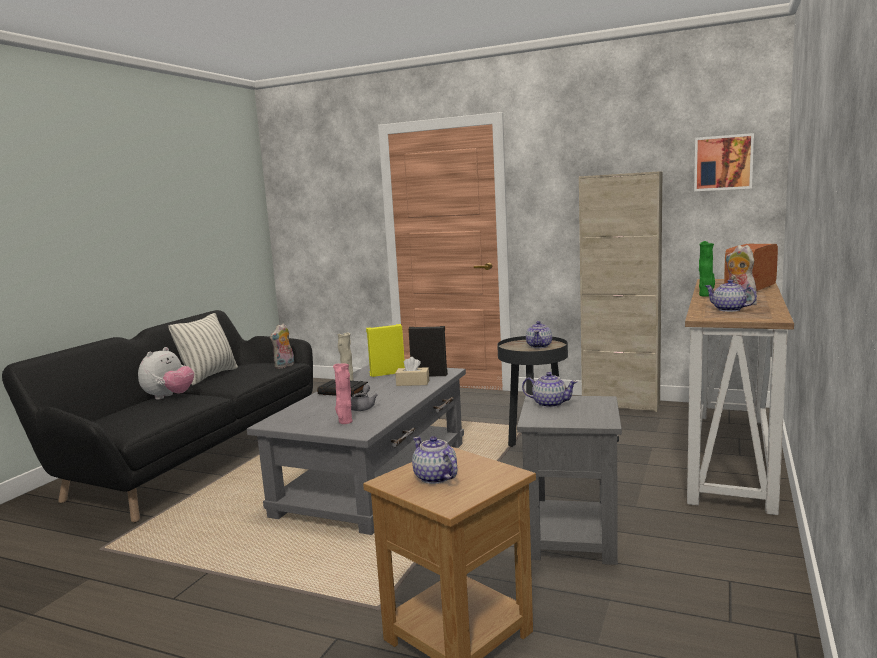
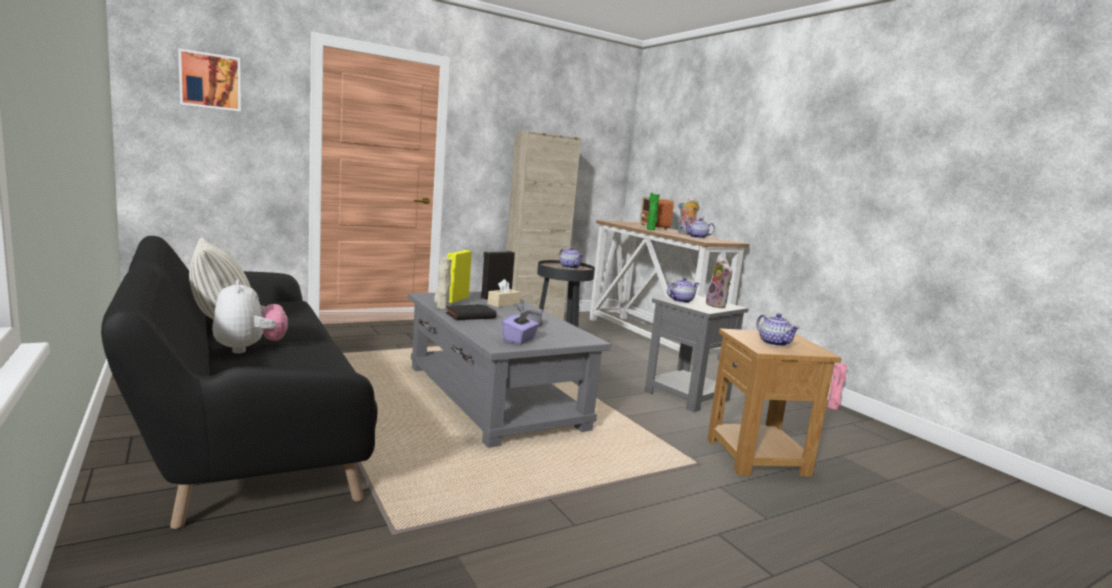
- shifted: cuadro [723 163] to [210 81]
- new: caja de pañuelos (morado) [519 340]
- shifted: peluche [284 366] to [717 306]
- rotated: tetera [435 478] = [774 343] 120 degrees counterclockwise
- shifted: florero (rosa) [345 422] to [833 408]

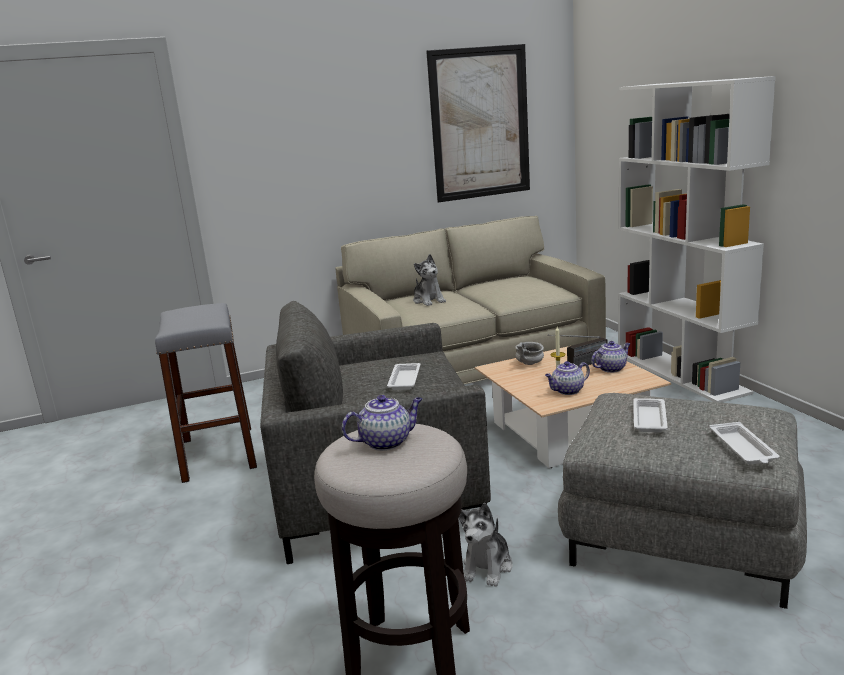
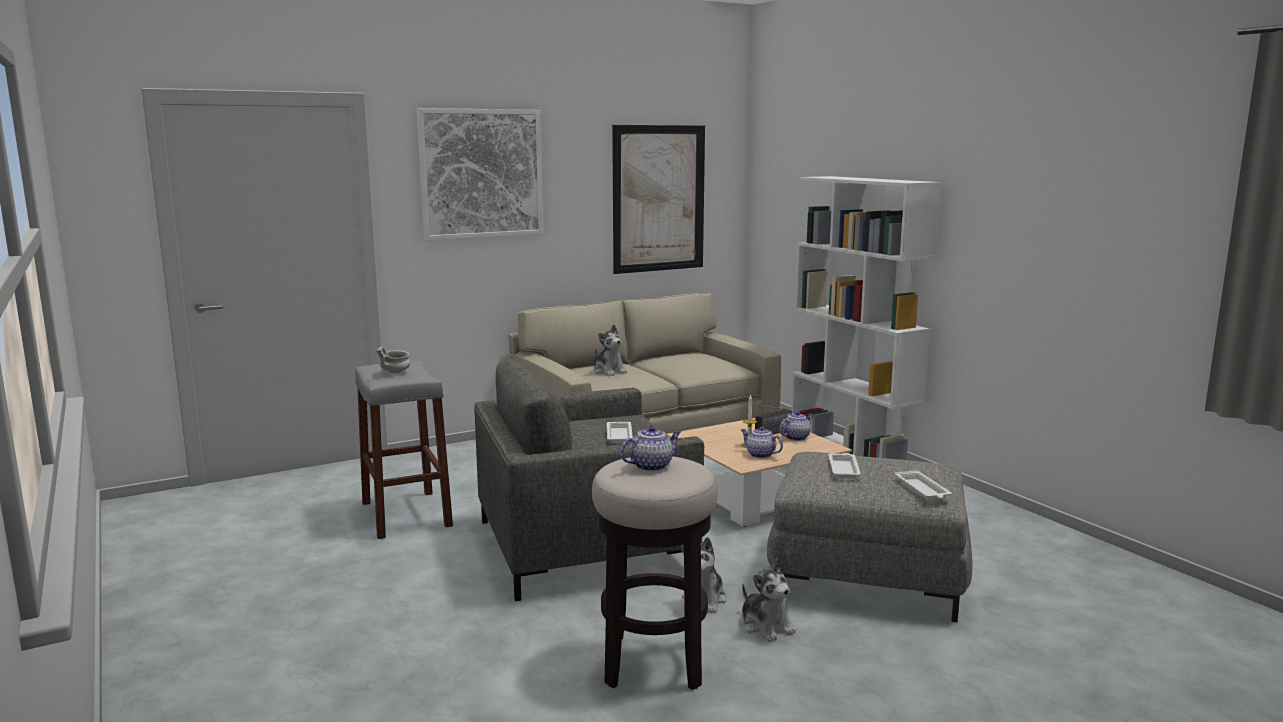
- shifted: cuenco (gris) [529 364] to [395 372]
- new: cuadro [481 174]
- rotated: tetera [567 391] = [760 454] 75 degrees clockwise
- new: peluche [766 626]

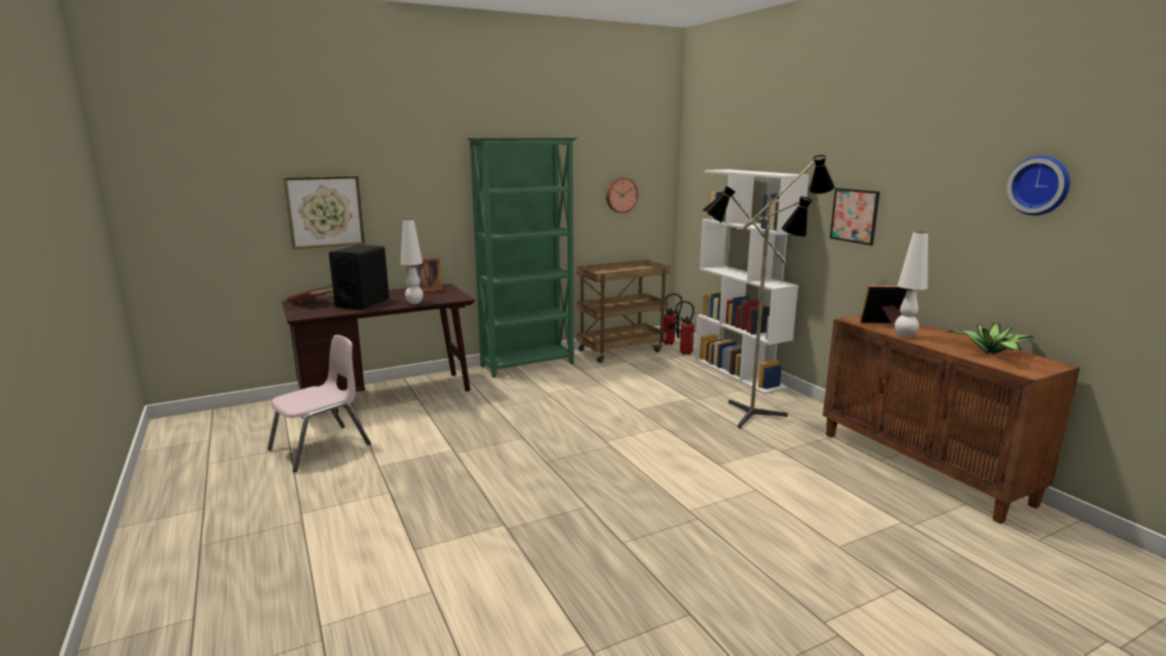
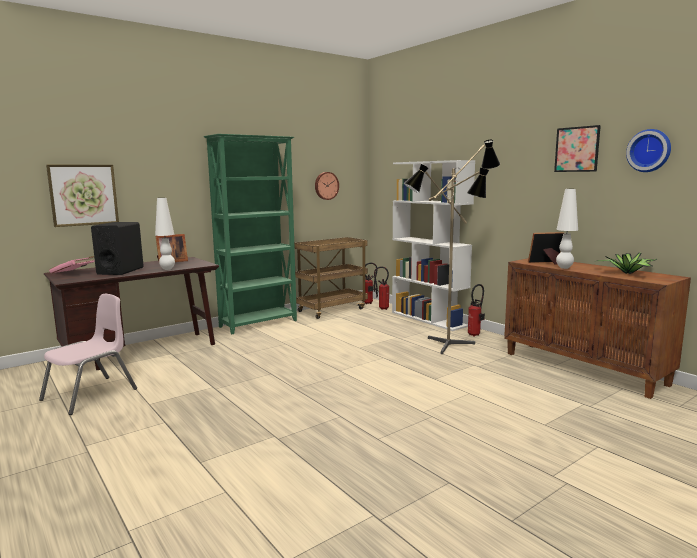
- repainted: libro (marrón) [312 303] to libro (rosa) [73 273]
- new: extintor [476 335]
- shifted: cuadro [854 216] to [577 149]

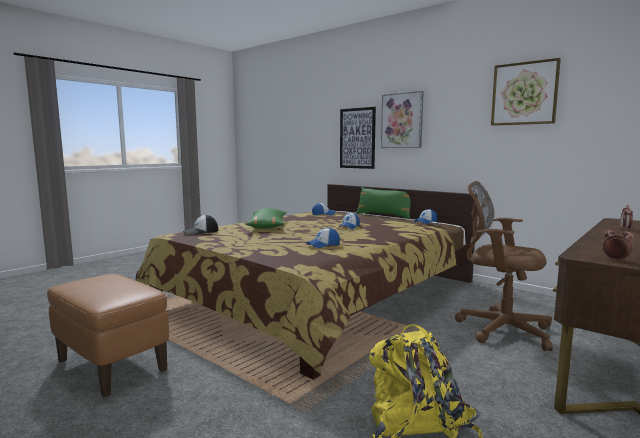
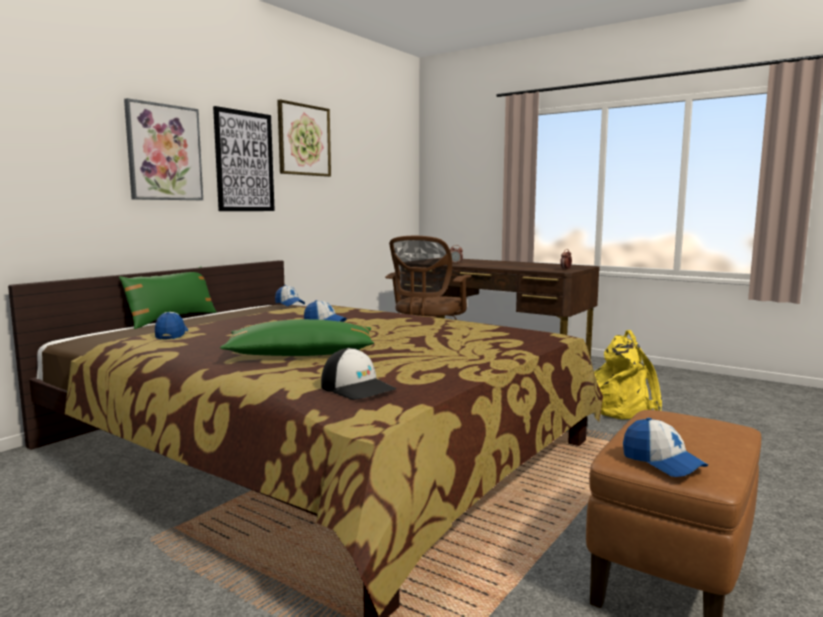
- shifted: cuadro [357 138] to [244 161]
- shifted: gorra [323 245] to [662 462]

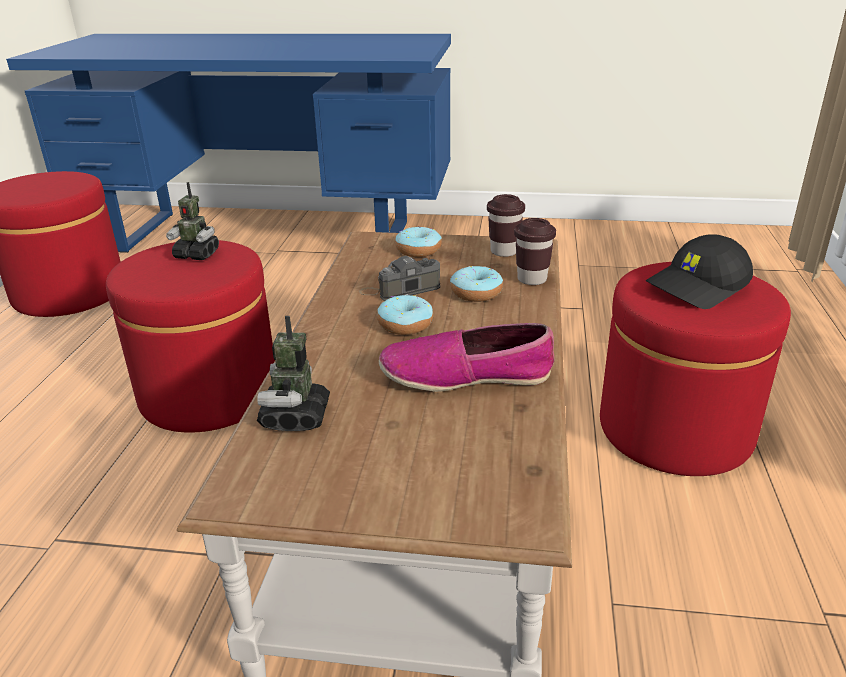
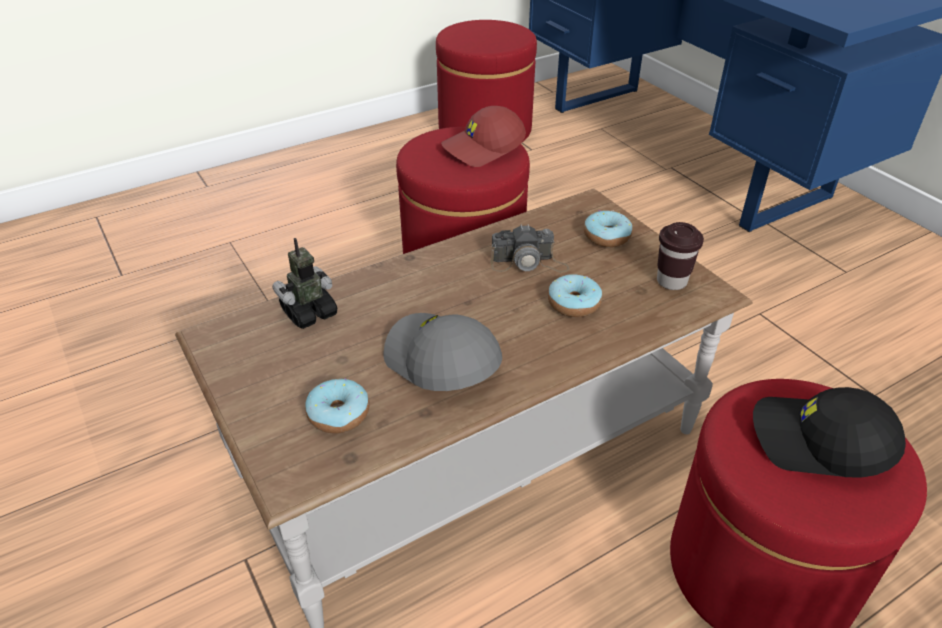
- shifted: rosquilla [405 324] to [339 414]
- swapped: zapato [466 375] to gorra (gris) [440 362]
- swapped: robot de juguete [197 254] to gorra (rojo) [483 149]
- rotated: cámara [400 289] = [529 263] 150 degrees clockwise
- gone: taza (marrón) [532 279]

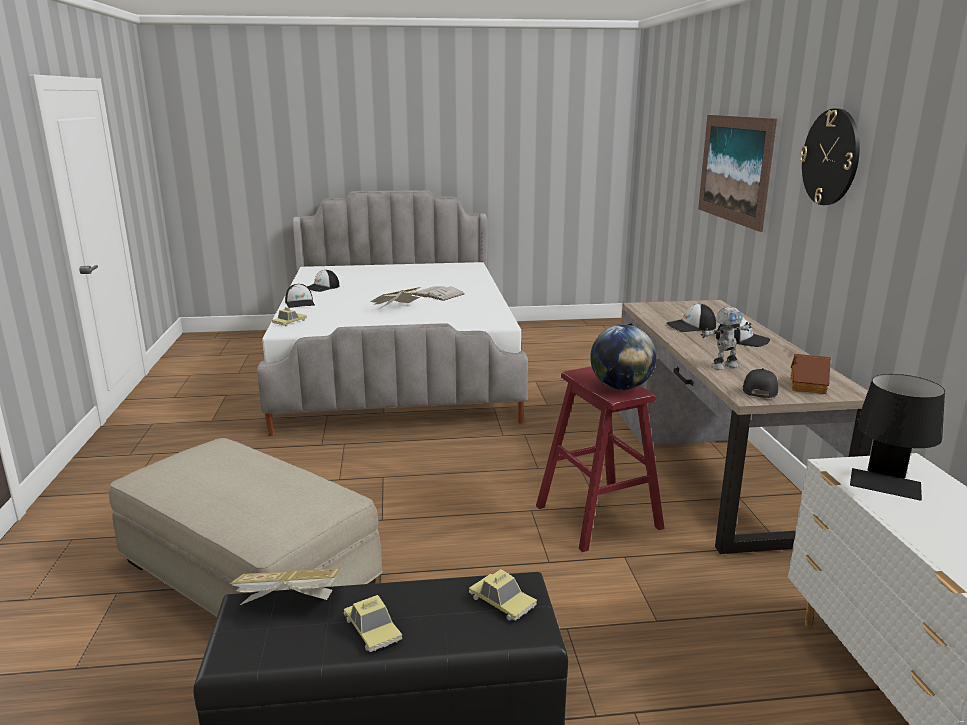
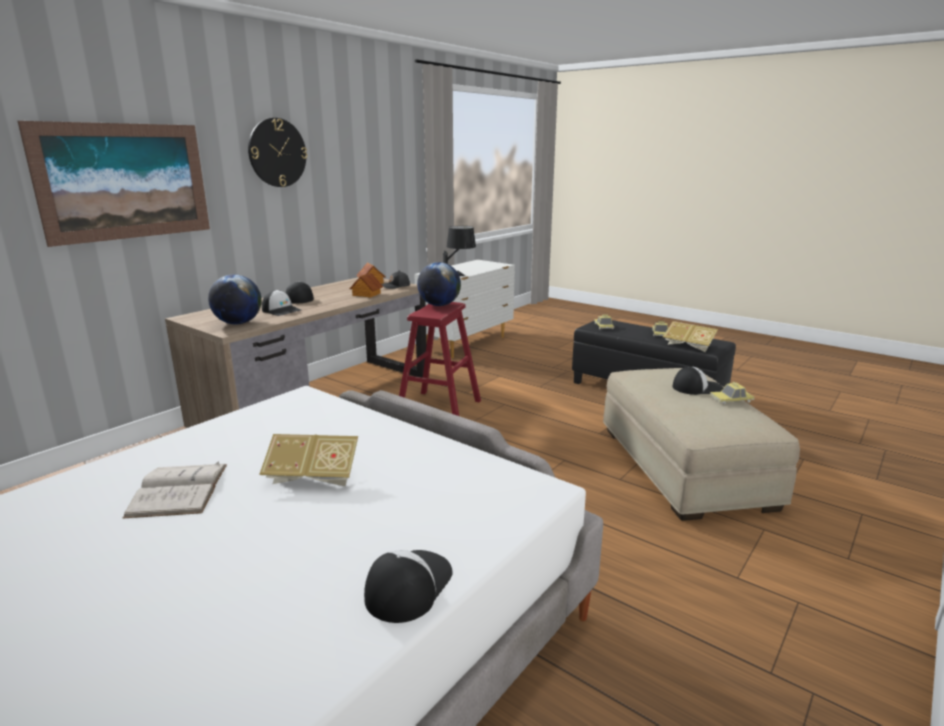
- new: globo terráqueo [238 323]
- swapped: robot de juguete [723 366] to casita [366 294]
- shifted: gorra [322 287] to [697 388]
- shifted: coche de juguete [290 322] to [731 399]

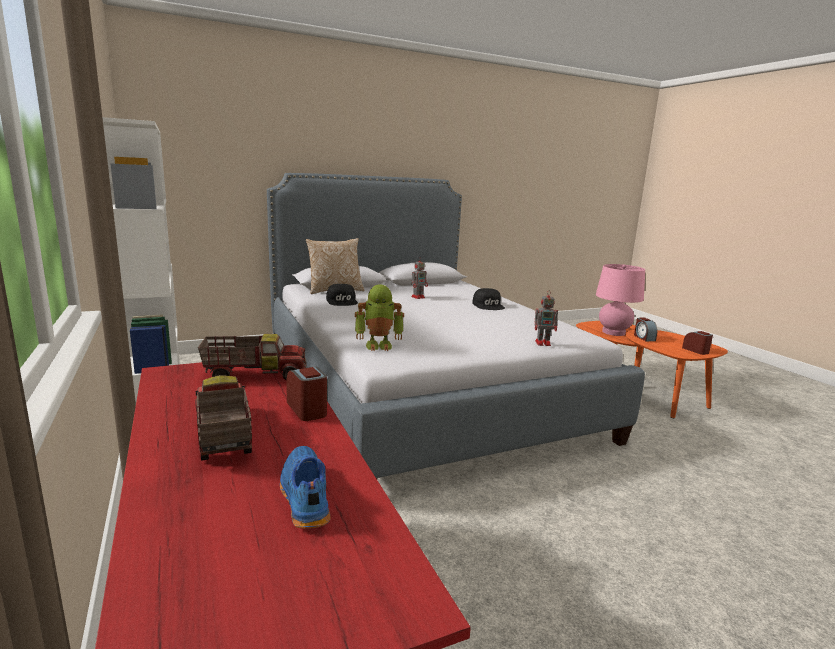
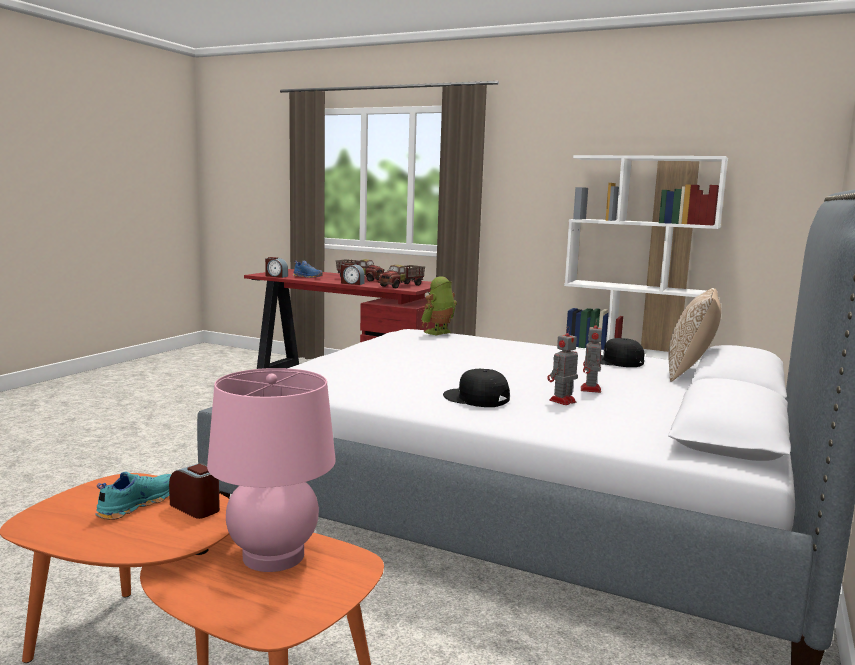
- new: zapato (turquesa) [136 505]
- shifted: despertador [696 350] to [276 276]
- shifted: robot de juguete [543 343] to [561 401]

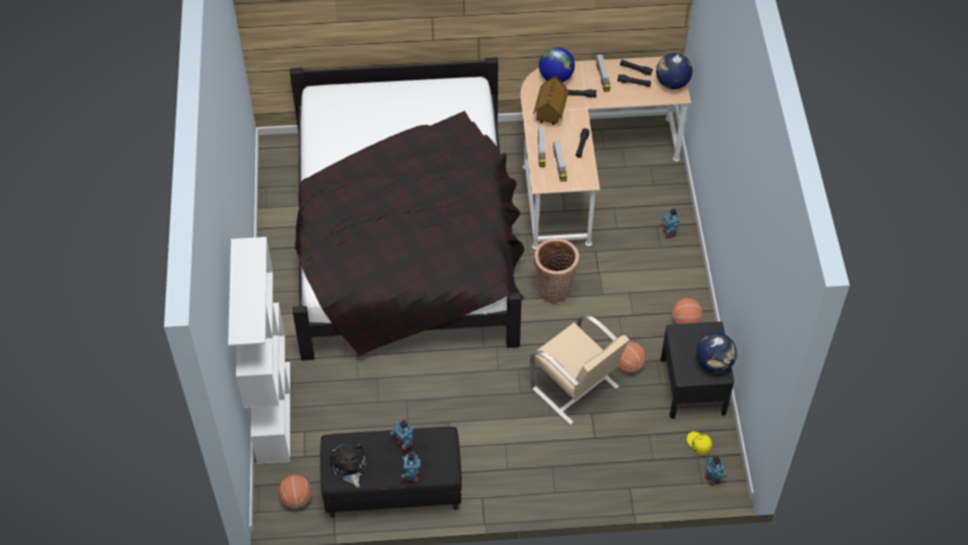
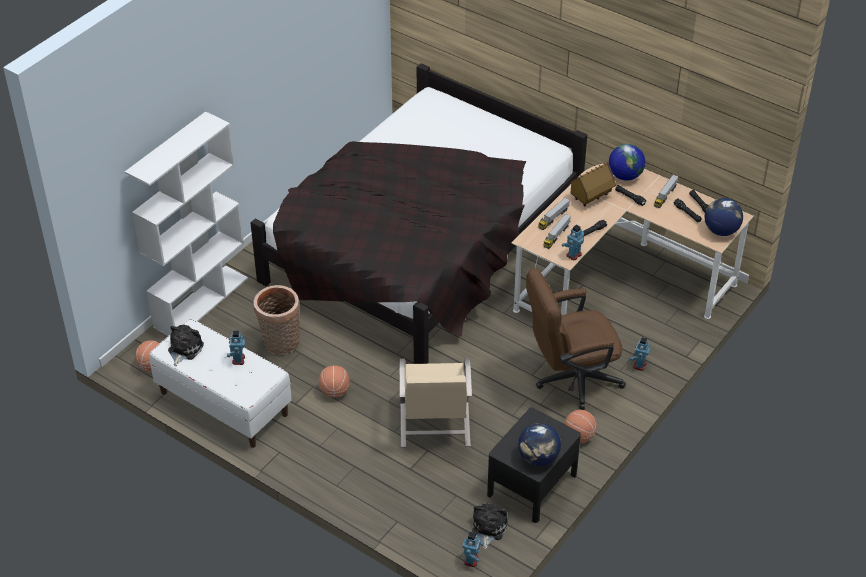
- repainted: banco (negro) [393 489] to banco (blanco) [223 404]
- shifted: cesta [554 291] to [280 344]
- shifted: balón de baloncesto [628 365] to [334 392]
- swapped: gorra (amarillo) [698 444] to peluche [488 528]
- new: silla de oficina (marrón) [570 379]
- shifted: robot de juguete [411 475] to [573 255]

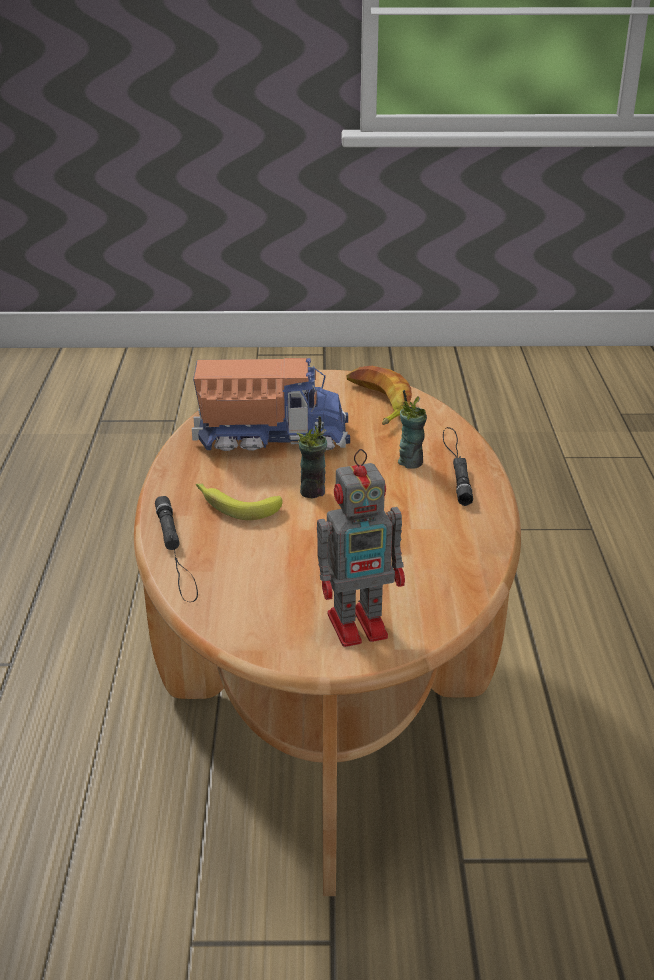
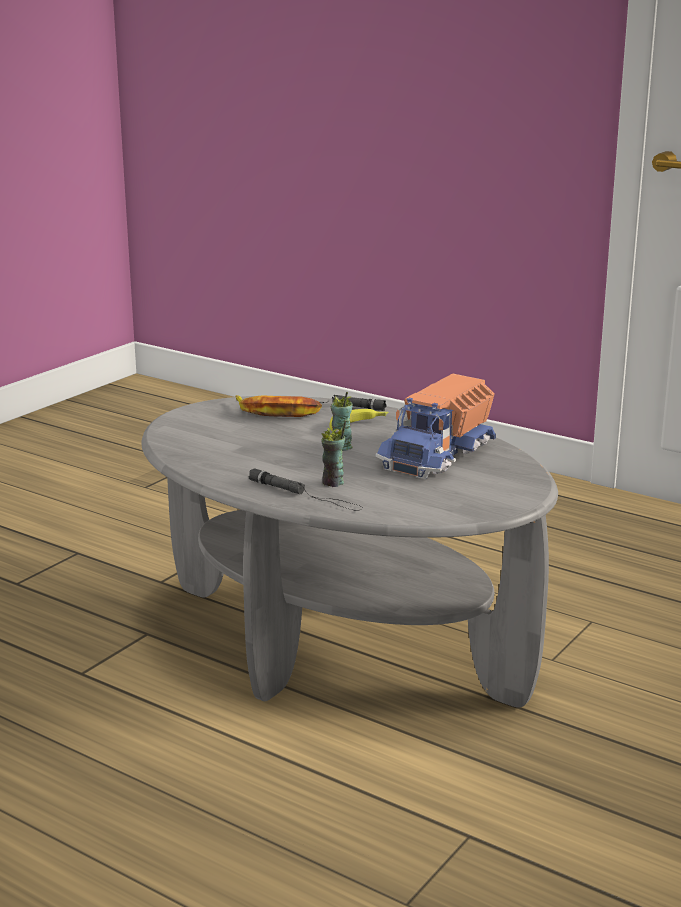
- repainted: mesa de centro (marrón) [327 695] to mesa de centro (gris) [339 643]
- shifted: plátano [377 402] to [277 412]
- gone: robot de juguete [360 624]

